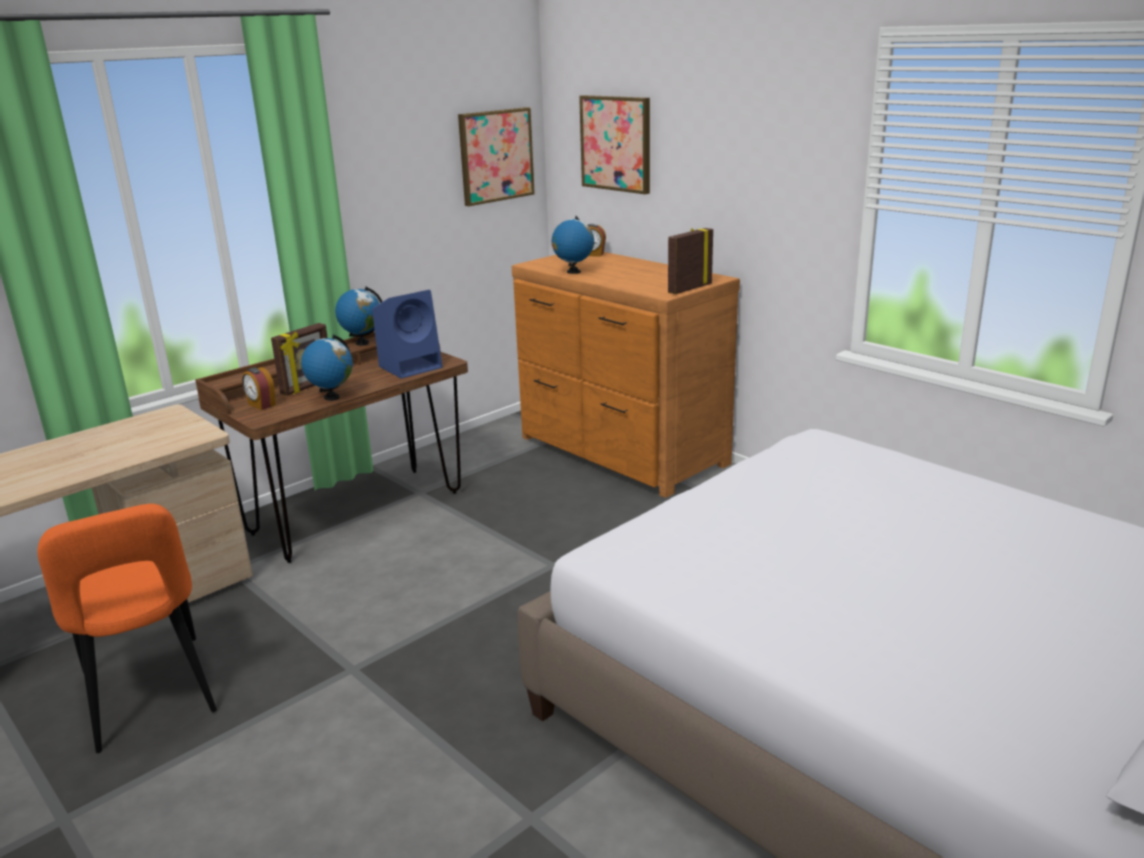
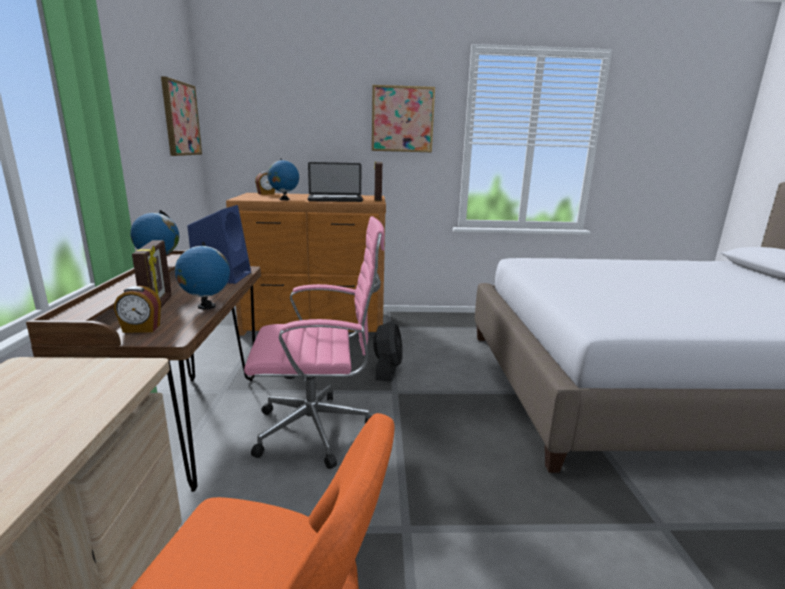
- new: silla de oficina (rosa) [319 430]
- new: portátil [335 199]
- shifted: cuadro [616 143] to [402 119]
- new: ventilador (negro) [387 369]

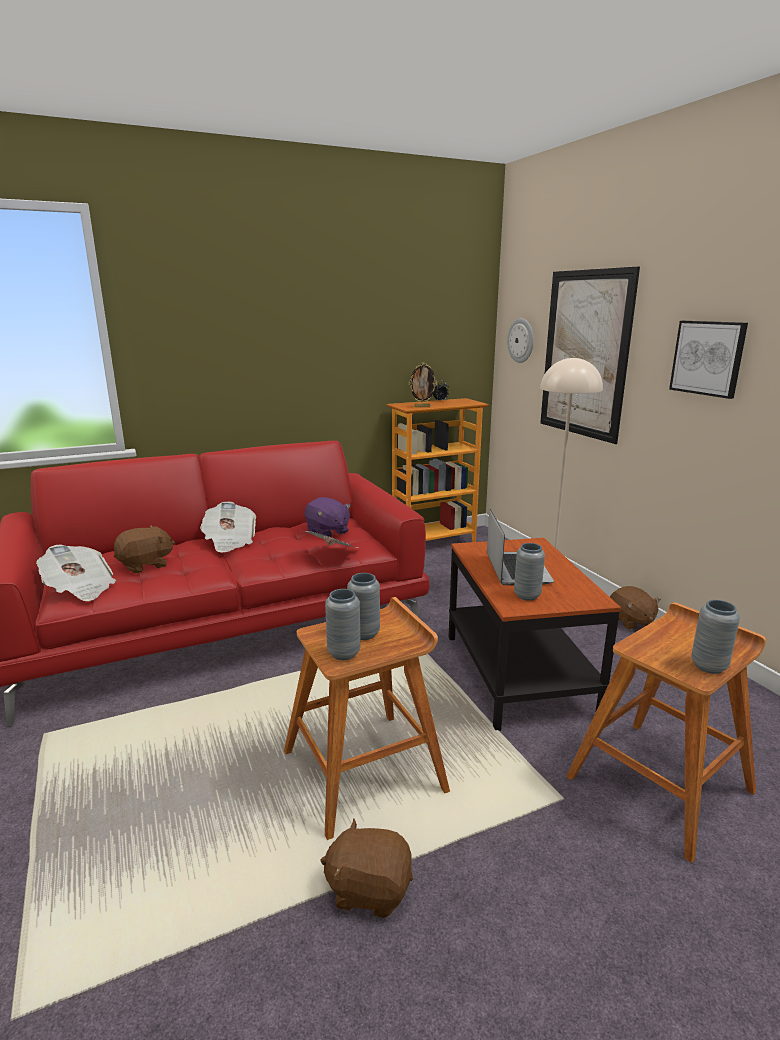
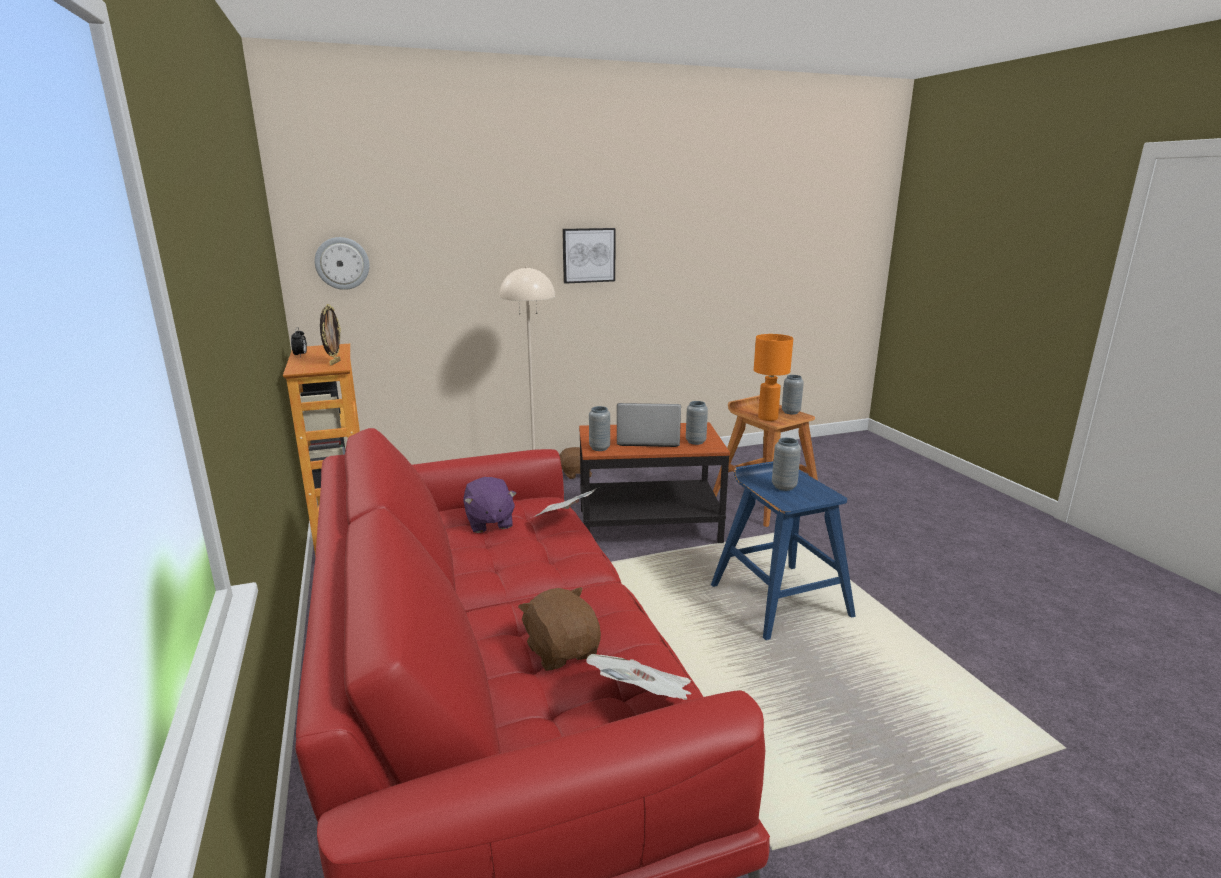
- rotated: peluche (morado) [327 532] = [489 523] 105 degrees clockwise
- shifted: florero (gris) [344 653] to [599 448]
- repainted: taburete (marrón) [365 771] to taburete (azul) [779 600]
- new: lámpara de mesa (naranja) [767 418]
- gone: periódico [229 541]
- gone: peluche (marrón) [369 889]
- gone: cuadro [584 354]

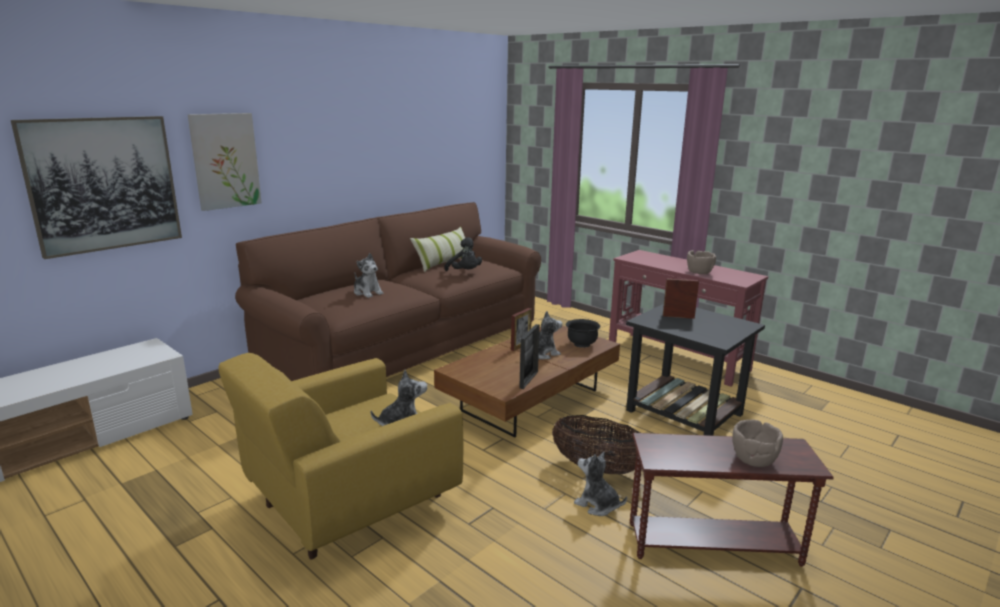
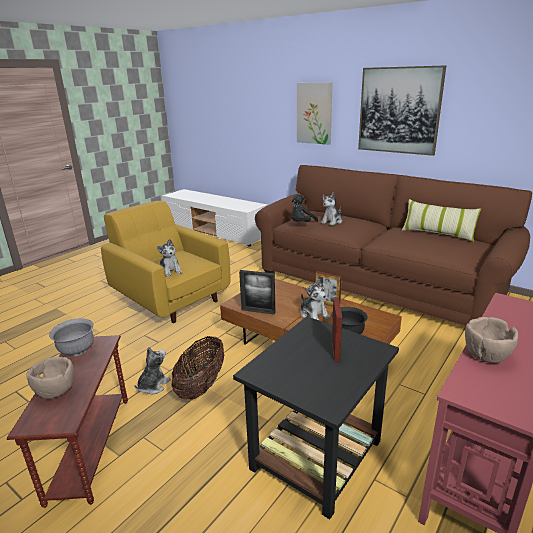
- new: cuenco (gris) [77 350]
- shifted: peluche (negro) [465 272] to [301 224]
- shifted: cuadro [103 184] to [399 110]

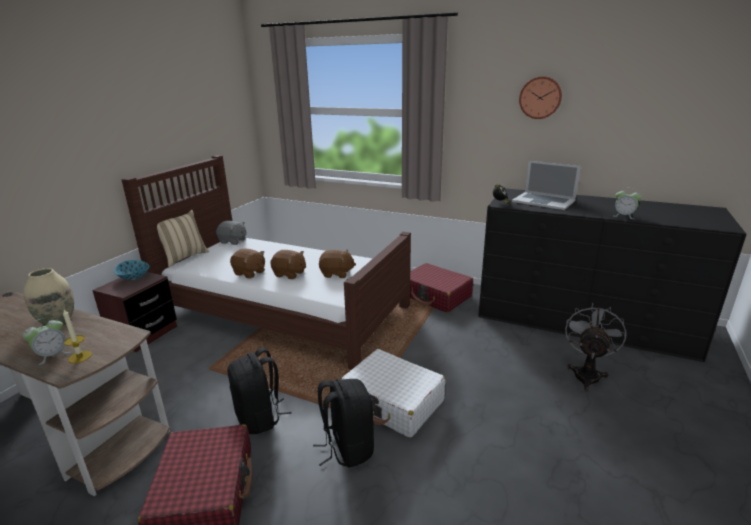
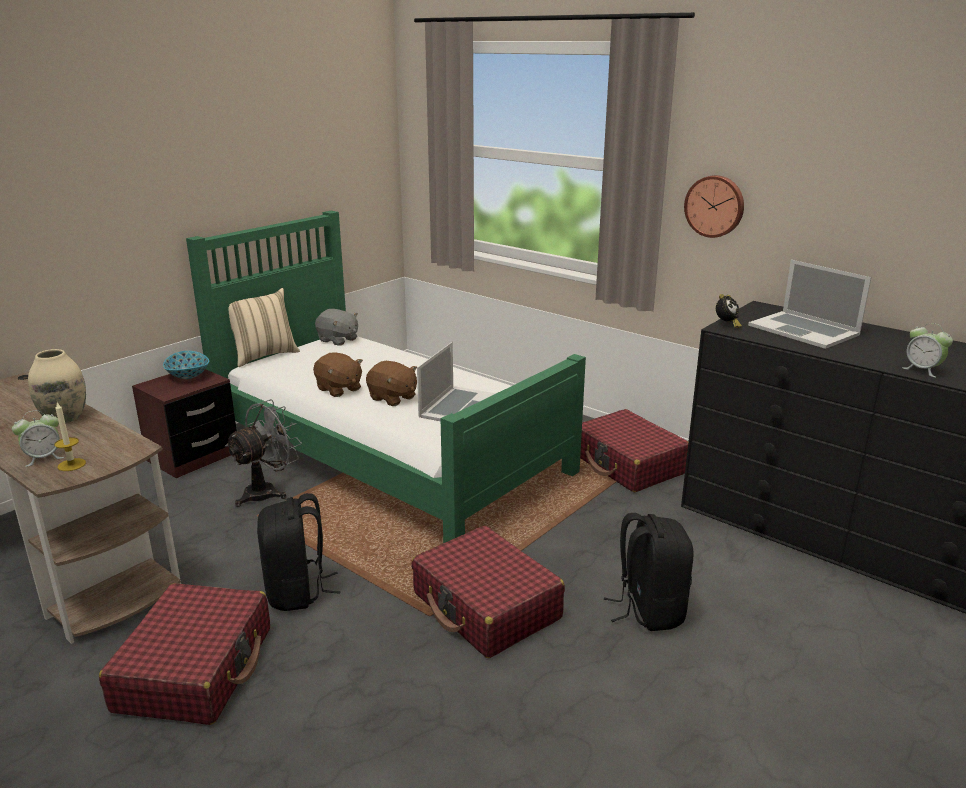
- repainted: cama (marrón) [282 310] to cama (verde) [387 452]
- shifted: ventilador (gris) [587 373] to [267 491]
- repainted: maleta (blanco) [393 402] to maleta (rojo) [486 606]
- swapped: peluche (marrón) [336 274] to portátil [459 406]
- shifted: mochila (negro) [347 448] to [648 610]
- shifted: reloj de pared [540 97] to [715 206]

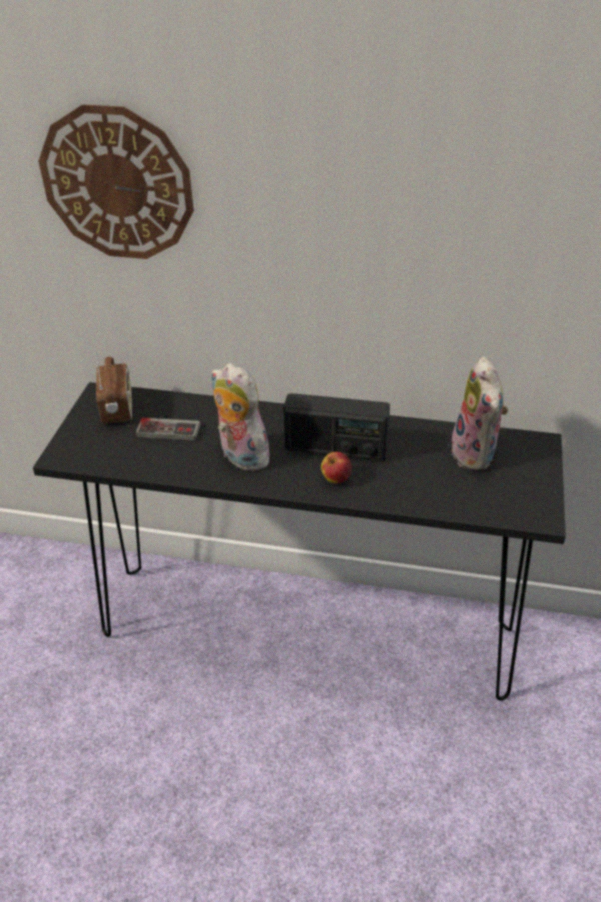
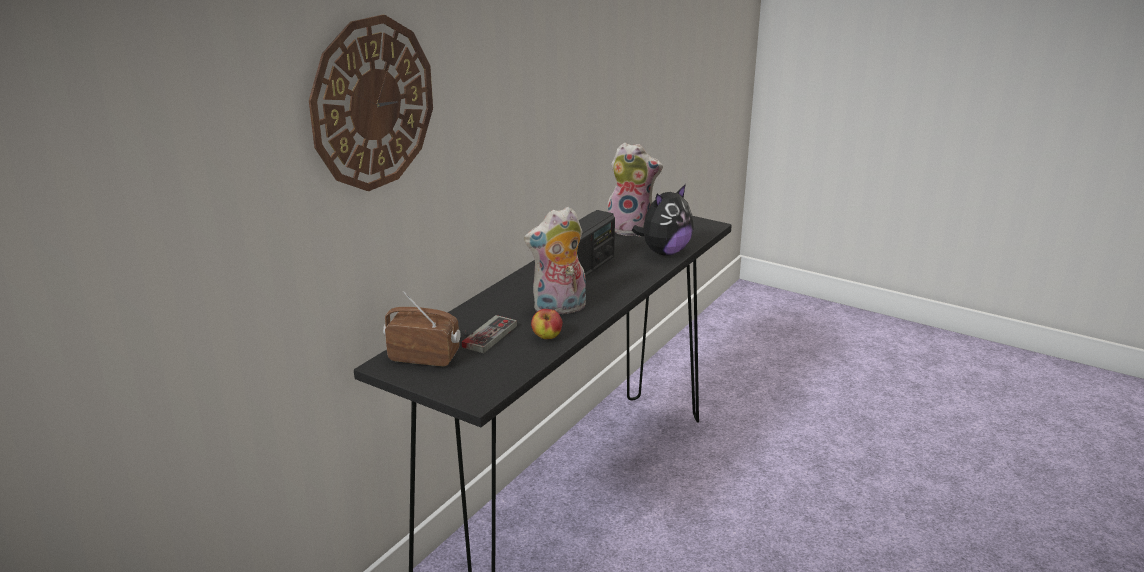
- shifted: manzana [336 479] to [547 337]
- new: peluche [664 252]

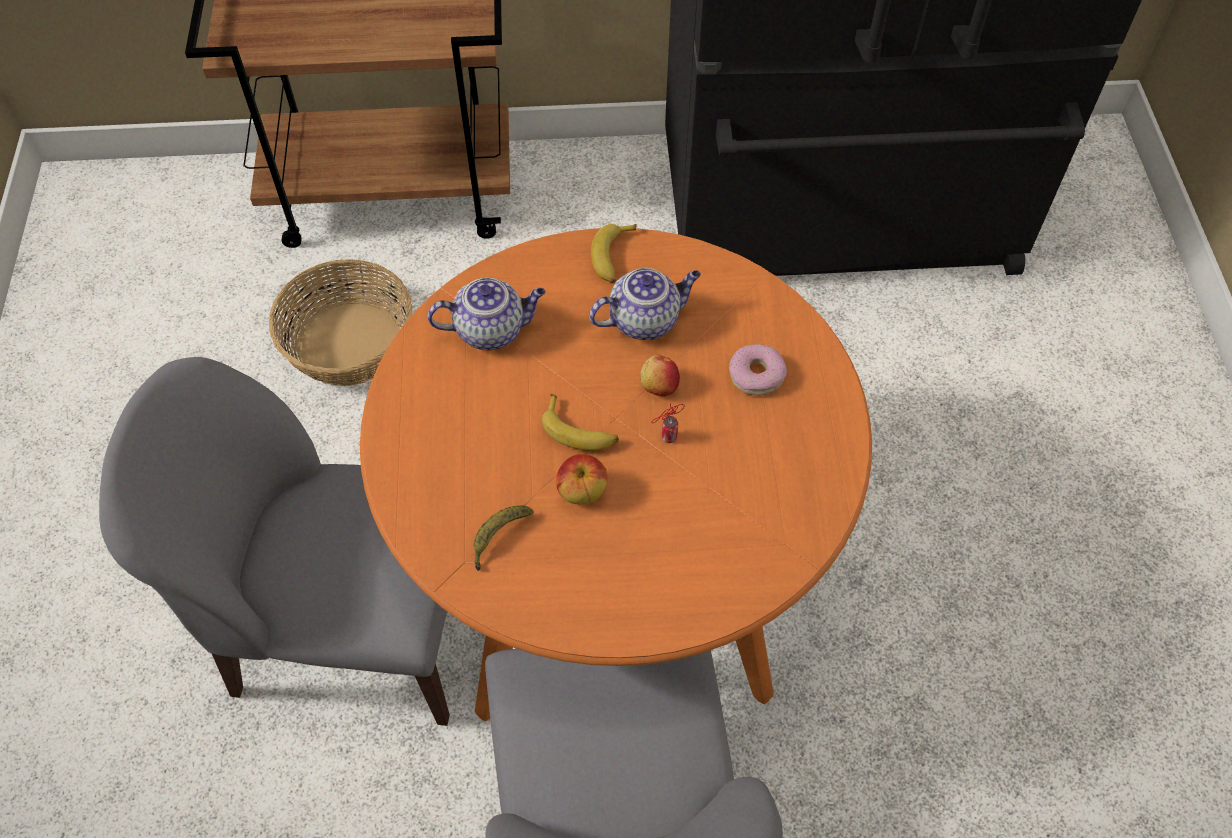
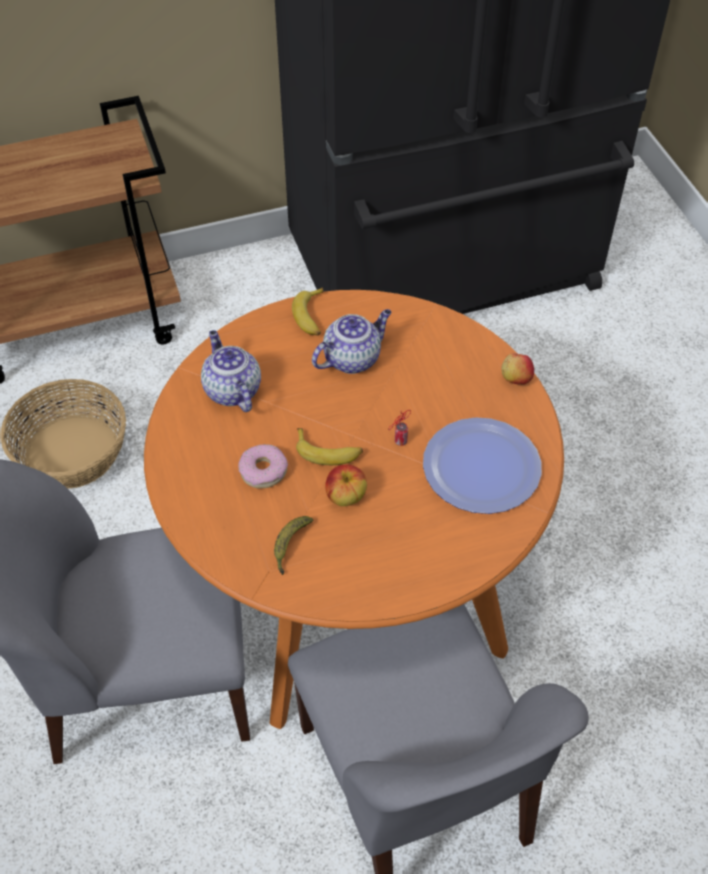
- rotated: tetera [491 330] = [231 390] 90 degrees counterclockwise
- shifted: rosquilla [756 375] to [263 471]
- new: plato [481 467]
- shifted: manzana [659 385] to [516 378]

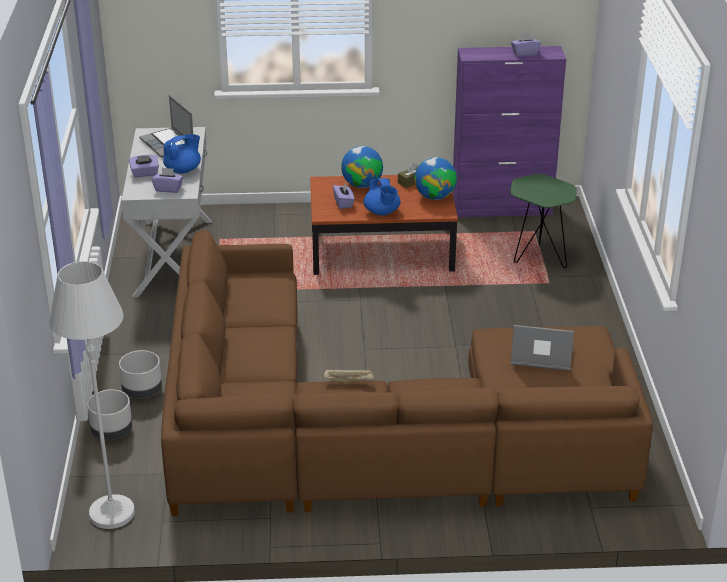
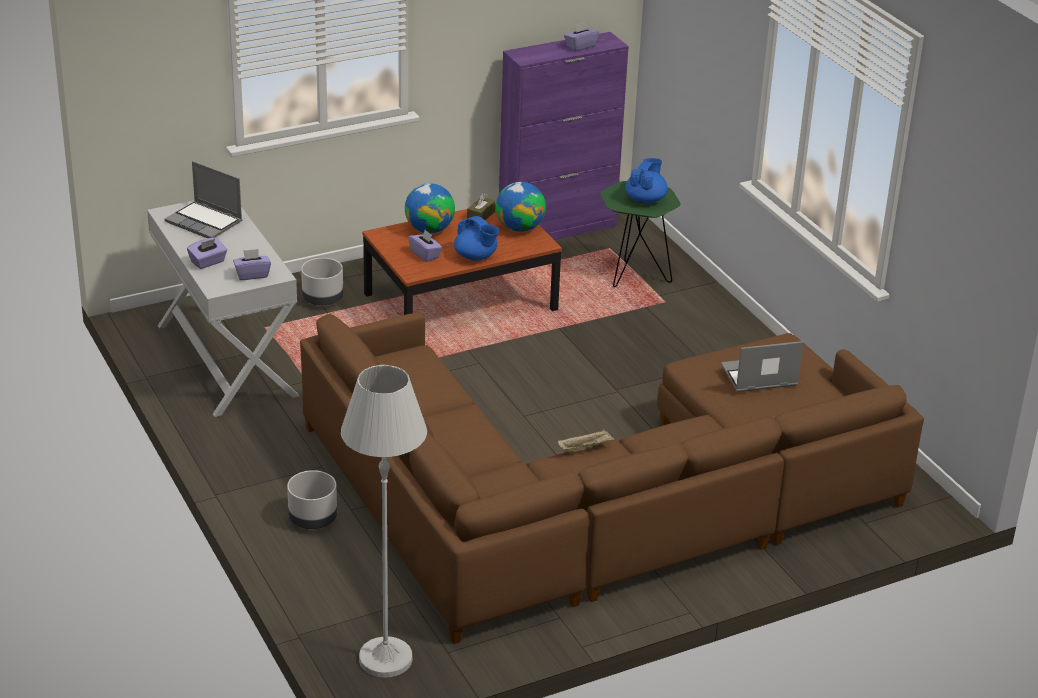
- shifted: maceta (gris) [111 431] to [322 300]
- shifted: tetera (azul) [183 170] to [645 199]

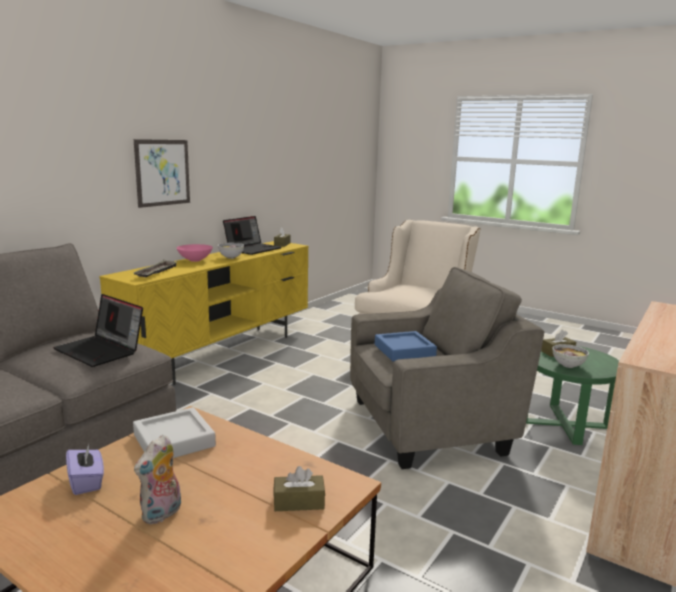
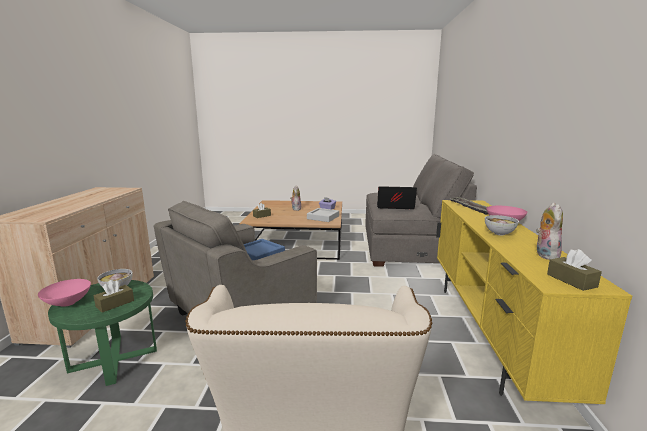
- new: cuenco (rosa) [68 303]
- swapped: portátil [253 249] to peluche [544 255]
- gone: cuadro [162 172]

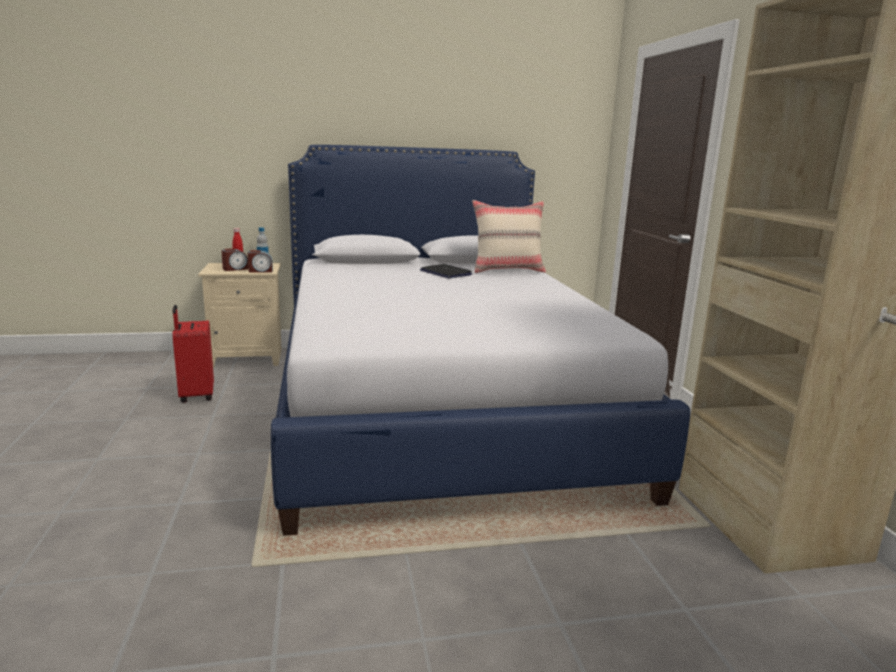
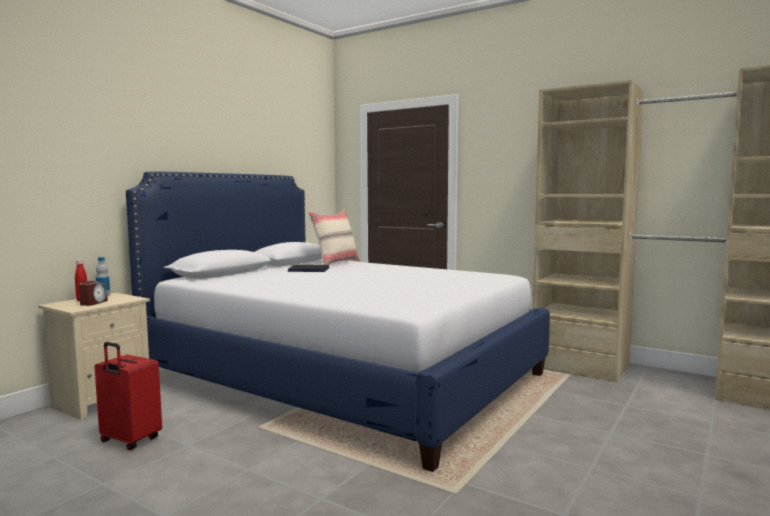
- gone: despertador [260 271]

